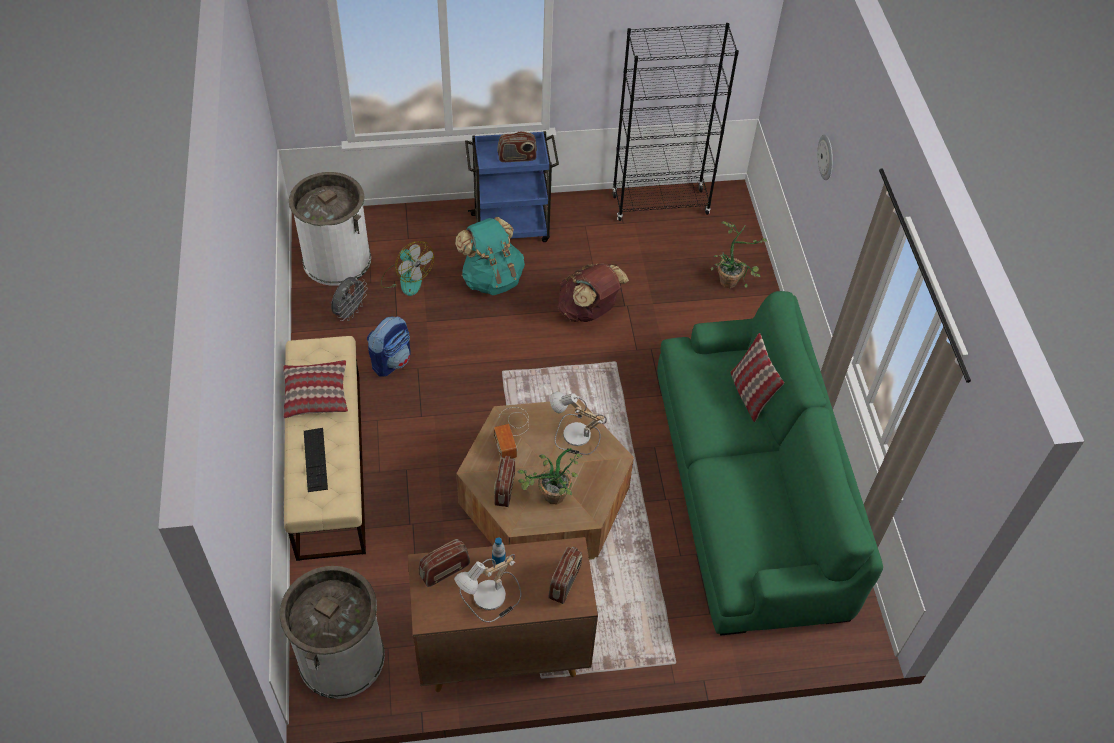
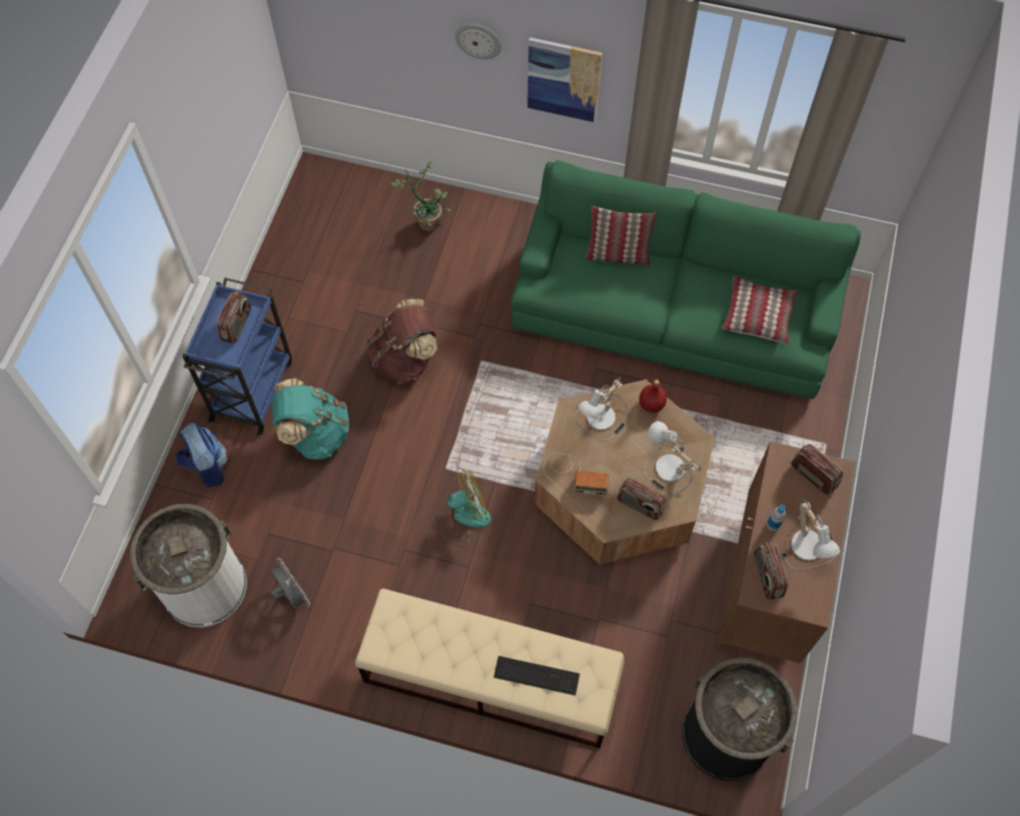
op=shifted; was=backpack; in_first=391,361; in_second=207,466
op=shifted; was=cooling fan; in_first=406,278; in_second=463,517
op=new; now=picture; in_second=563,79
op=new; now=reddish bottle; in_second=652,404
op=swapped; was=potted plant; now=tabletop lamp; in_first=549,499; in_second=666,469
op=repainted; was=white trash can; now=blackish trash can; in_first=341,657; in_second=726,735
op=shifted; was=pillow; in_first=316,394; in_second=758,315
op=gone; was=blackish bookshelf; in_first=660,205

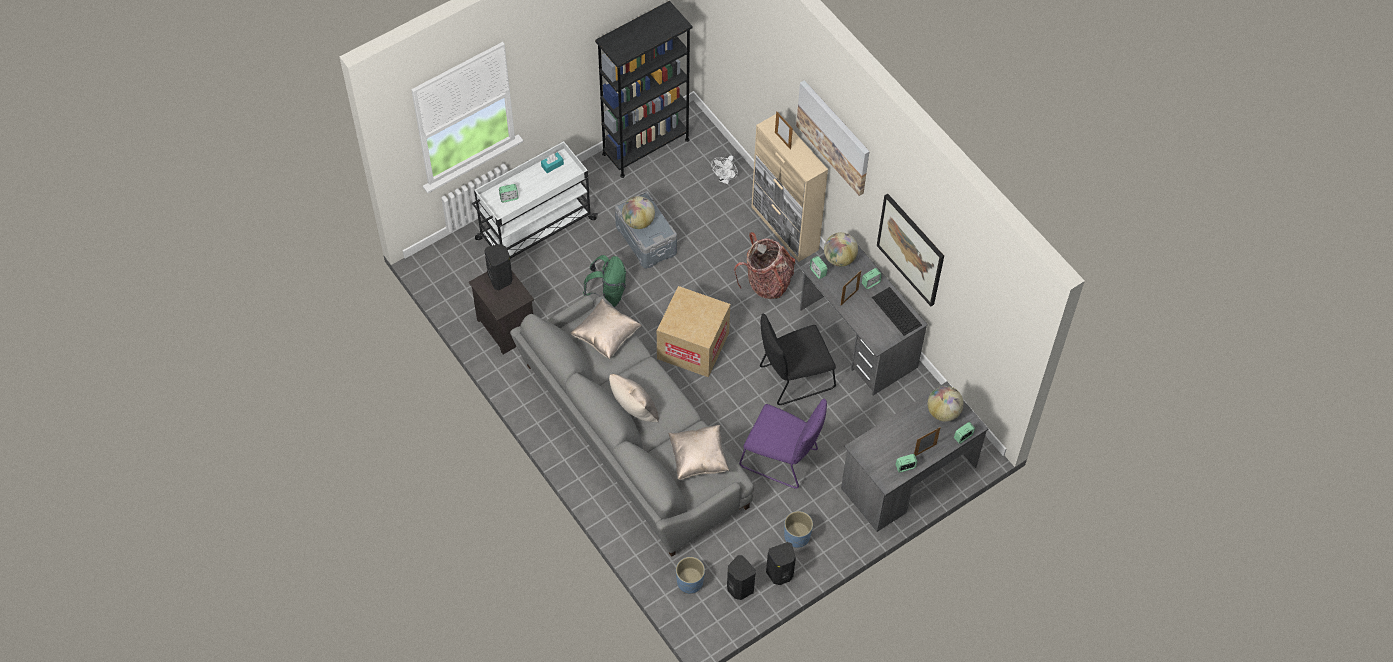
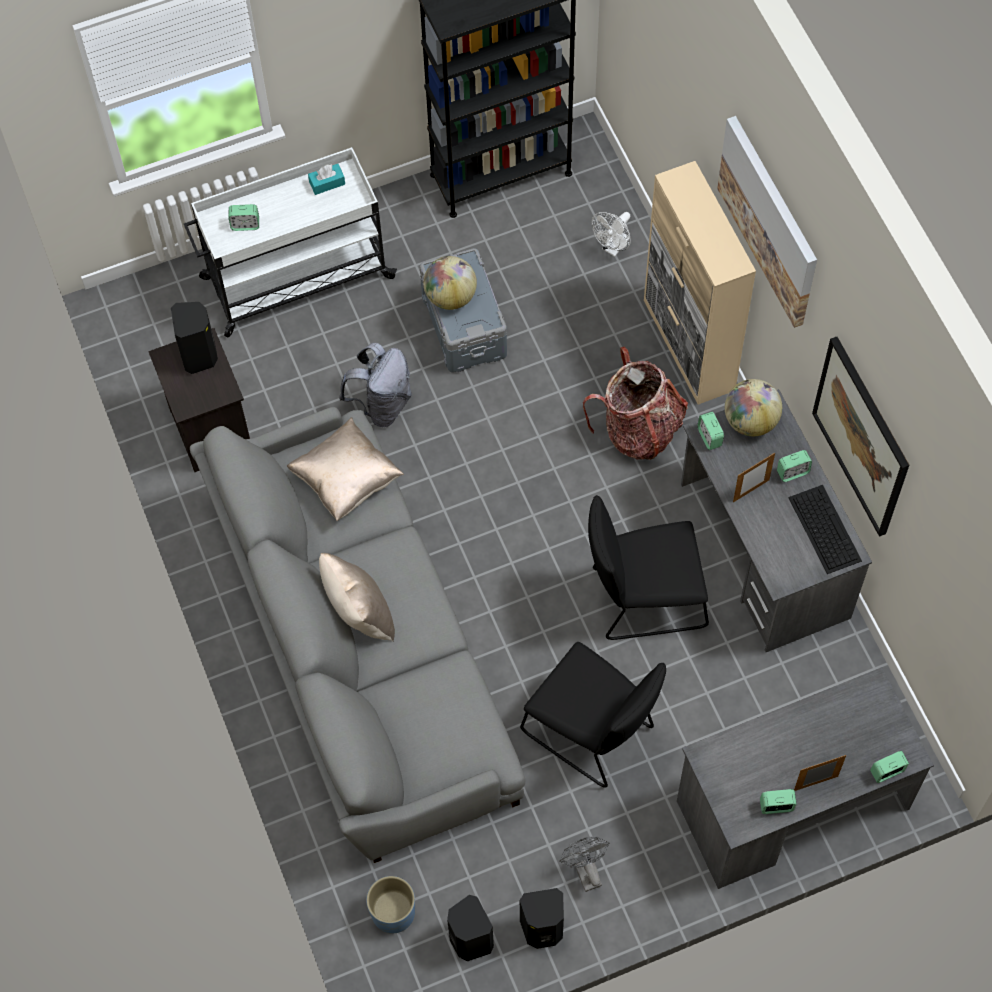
op=repainted; was=greenish backpack; now=greyish backpack; in_first=607,295; in_second=382,404
op=repainted; was=purplish plain chair; now=blackish plain chair; in_first=782,459; in_second=592,733
op=swapped; was=bluish flower pot; now=greyish cooling fan; in_first=797,536; in_second=585,870
op=gone; was=packing box; in_first=693,346
op=gone; was=sand-coloured pillow; in_first=698,459
op=gone; was=picture frame; in_first=782,141
op=gone; was=desk globe; in_first=943,412

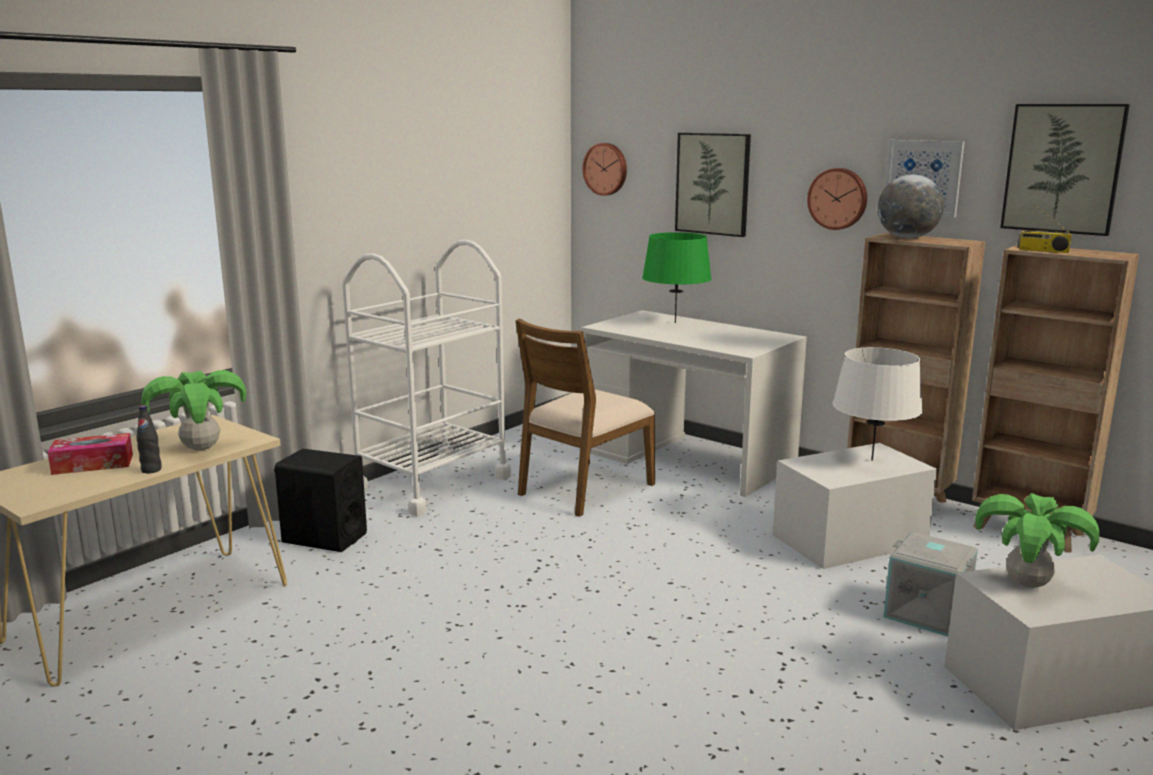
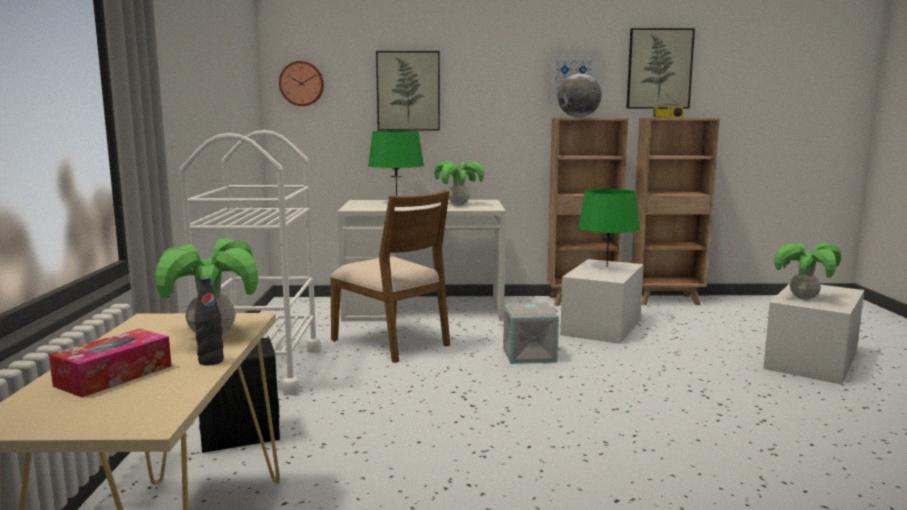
op=rotated; was=brown-coloured plain chair; in_first=584,488; in_second=392,342; clockwise=-45
op=new; now=potted plant; in_second=459,204
op=shifted; was=greyish storage container; in_first=928,612; in_second=529,354
op=repainted; was=white tabletop lamp; now=greenish tabletop lamp; in_first=871,460; in_second=606,266
op=gone; was=clock on the wall; in_first=838,198

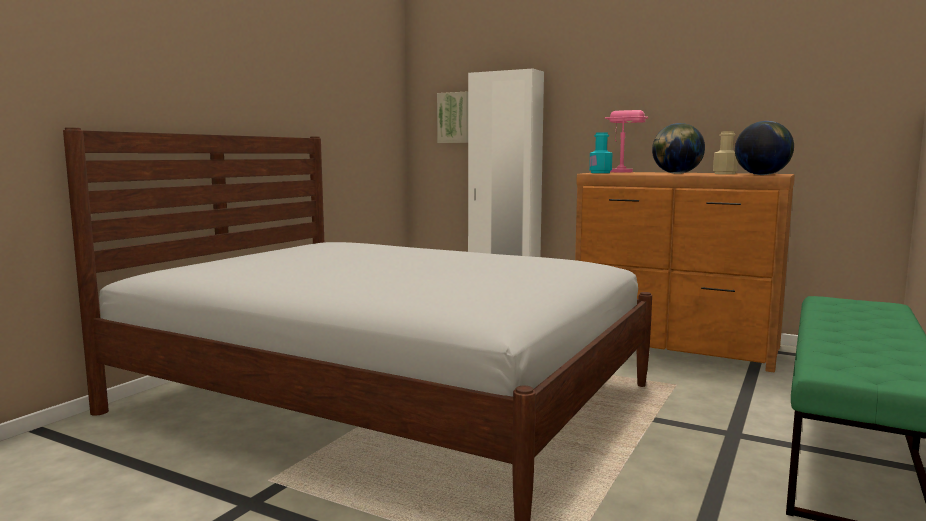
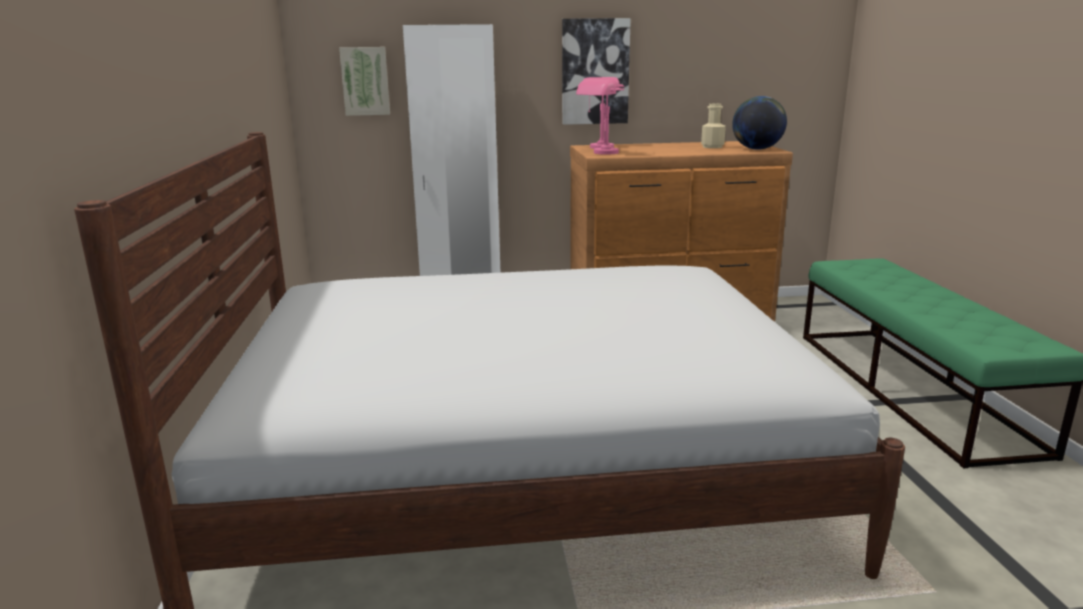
op=new; now=picture; in_second=595,72
op=swapped; was=turquoise bottle; now=pink tabletop lamp; in_first=600,173; in_second=600,153
op=gone; was=desk globe; in_first=676,173

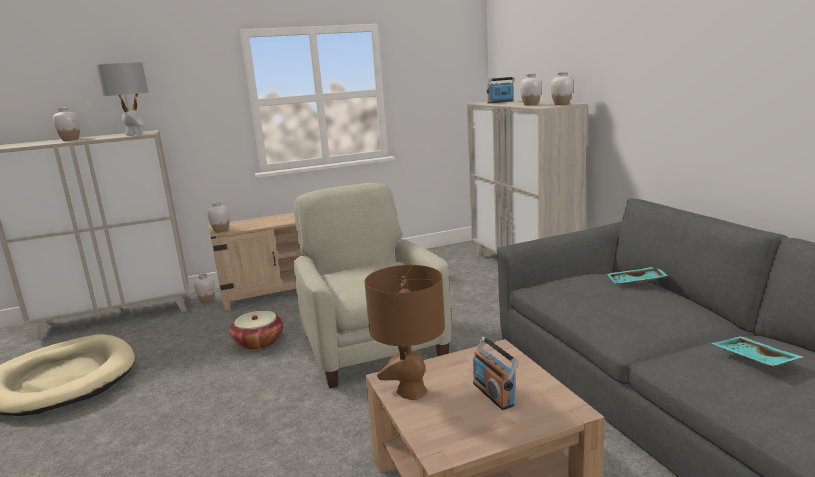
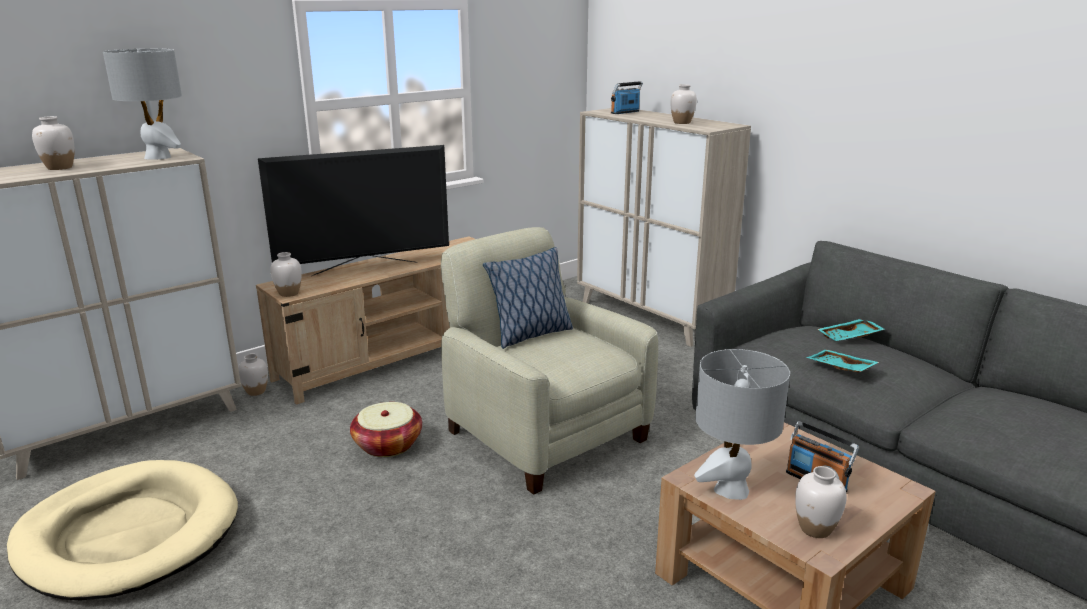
op=new; now=TV set; in_second=365,268
op=new; now=pillow; in_second=530,335
op=repainted; was=brown-coloured tabletop lamp; now=greyish tabletop lamp; in_first=411,391; in_second=731,490
op=shifted; was=white flower vase; in_first=561,104; in_second=815,529
op=shifted; was=turquoise serving tray; in_first=752,360; in_second=840,368

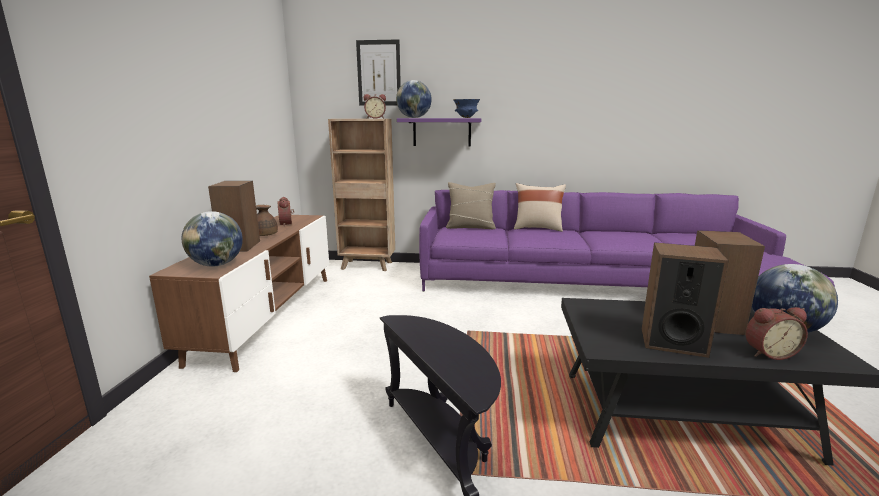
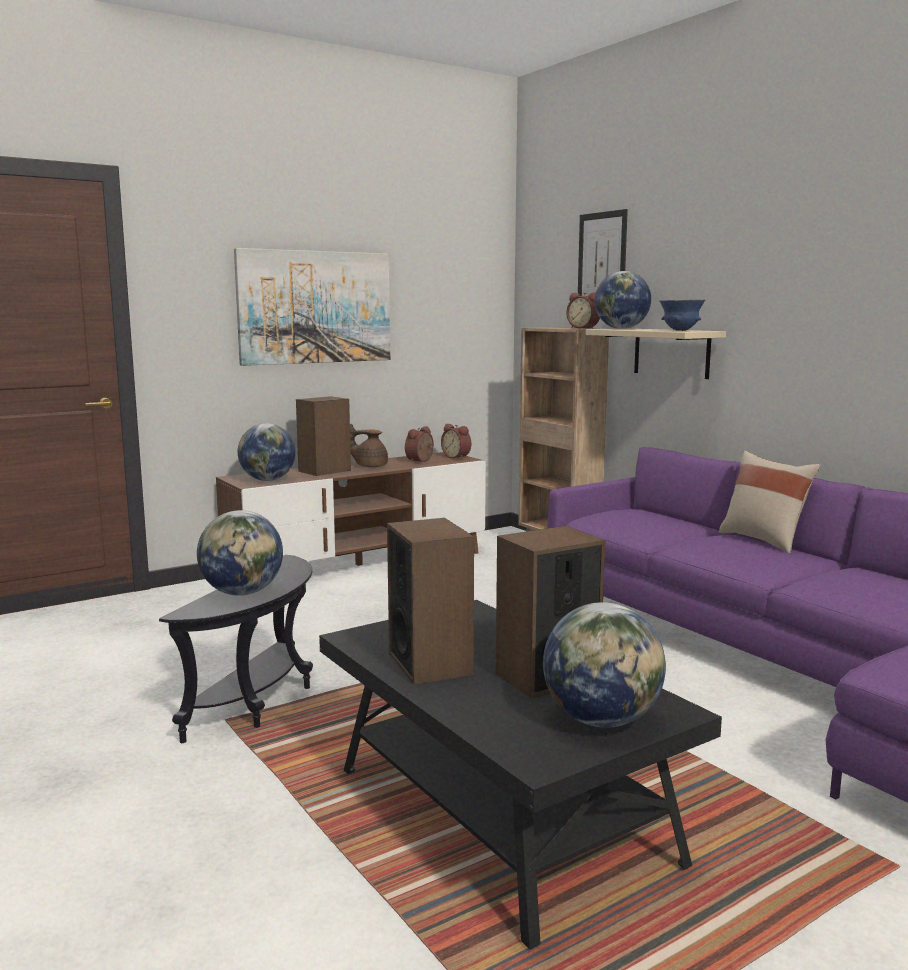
op=new; now=desk globe; in_second=242,593
op=new; now=picture; in_second=315,307
op=shifted; was=bedside clock; in_first=768,353; in_second=457,457
op=repainted; was=purplish wall shelf; now=sand-coloured wall shelf; in_first=442,132; in_second=671,352
op=gone; was=sand-coloured pillow; in_first=470,227

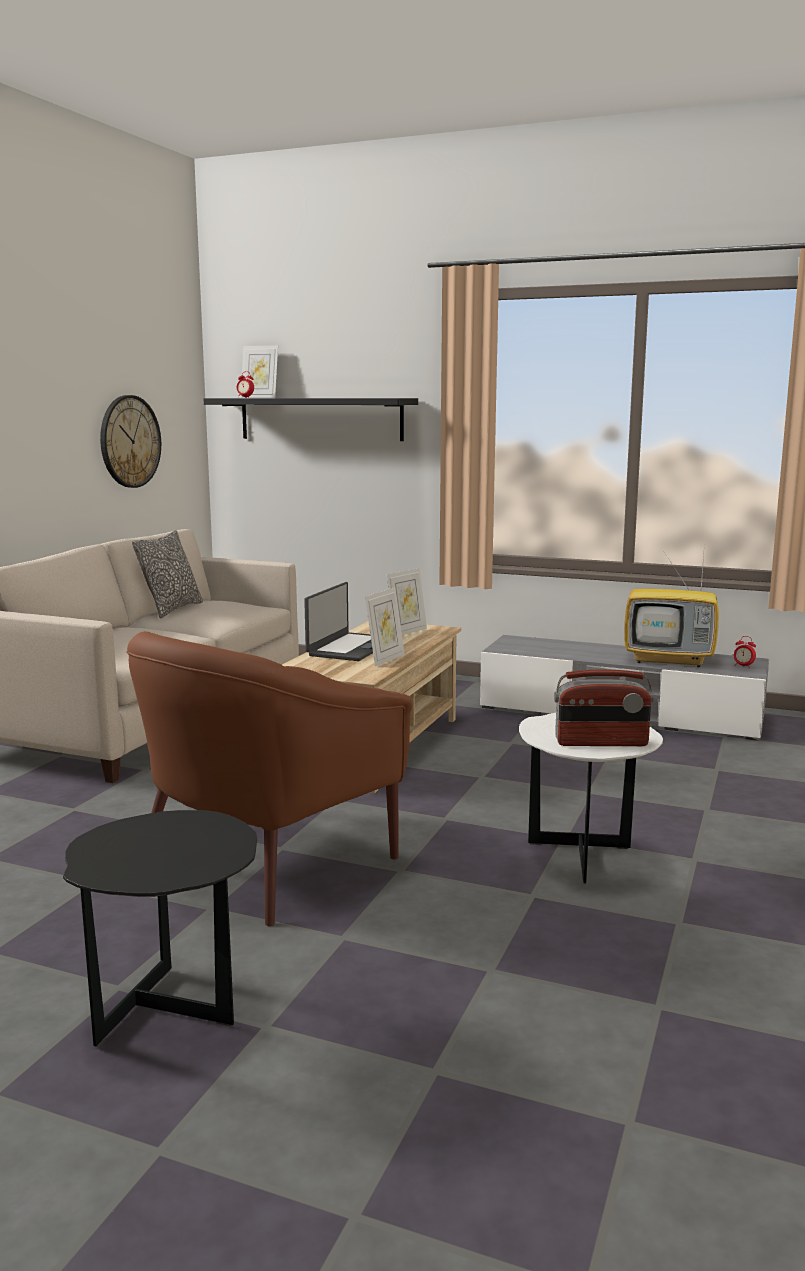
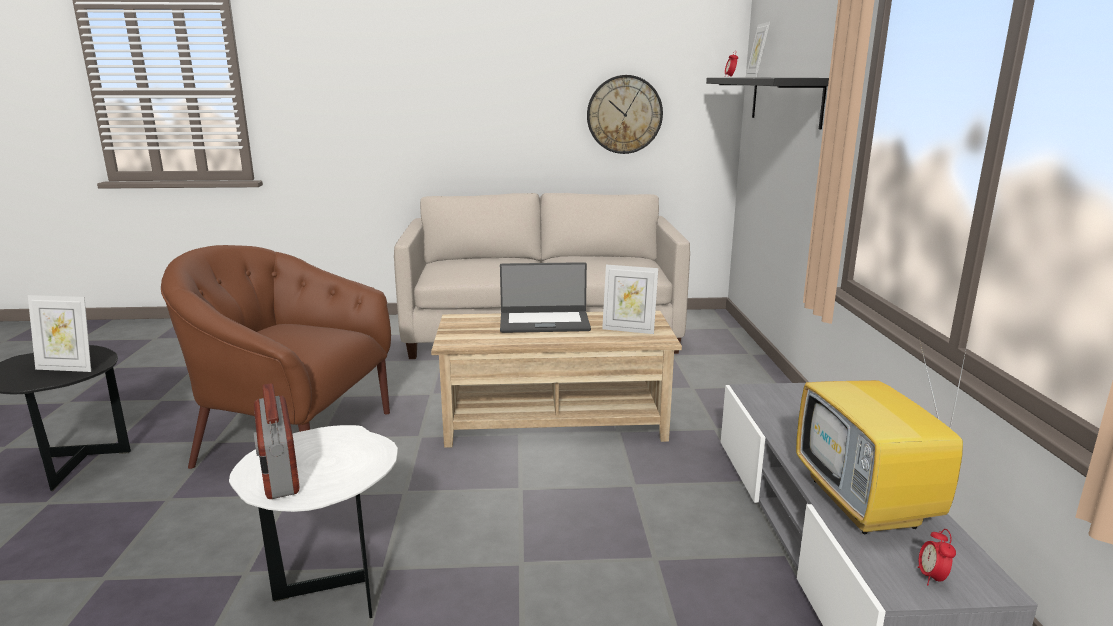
op=shifted; was=picture frame; in_first=385,659; in_second=67,368
op=gone; was=pillow; in_first=171,609

